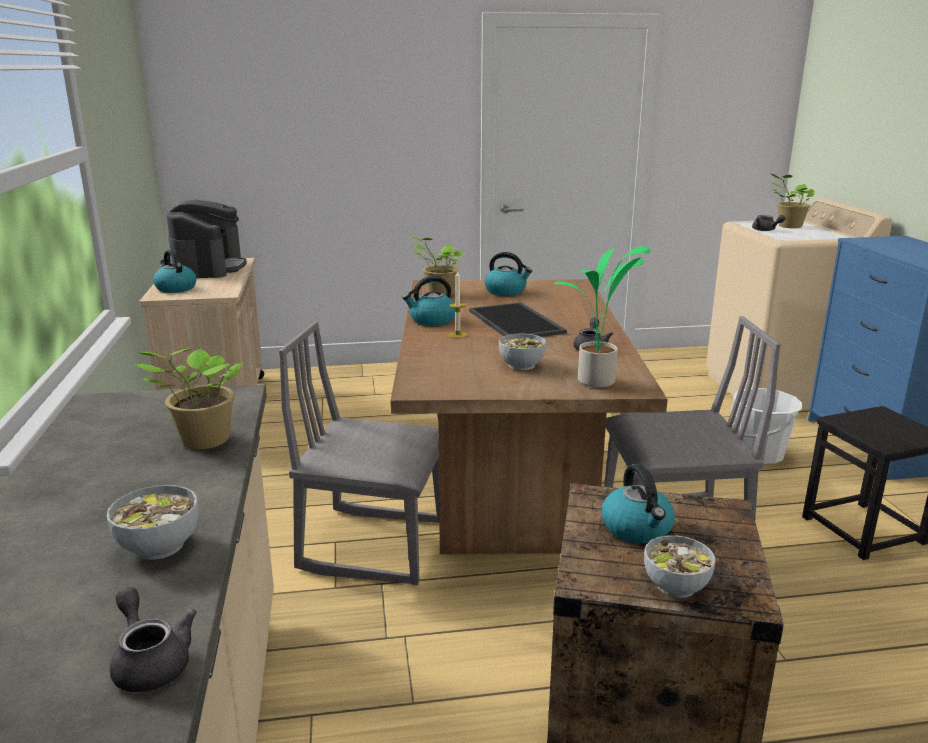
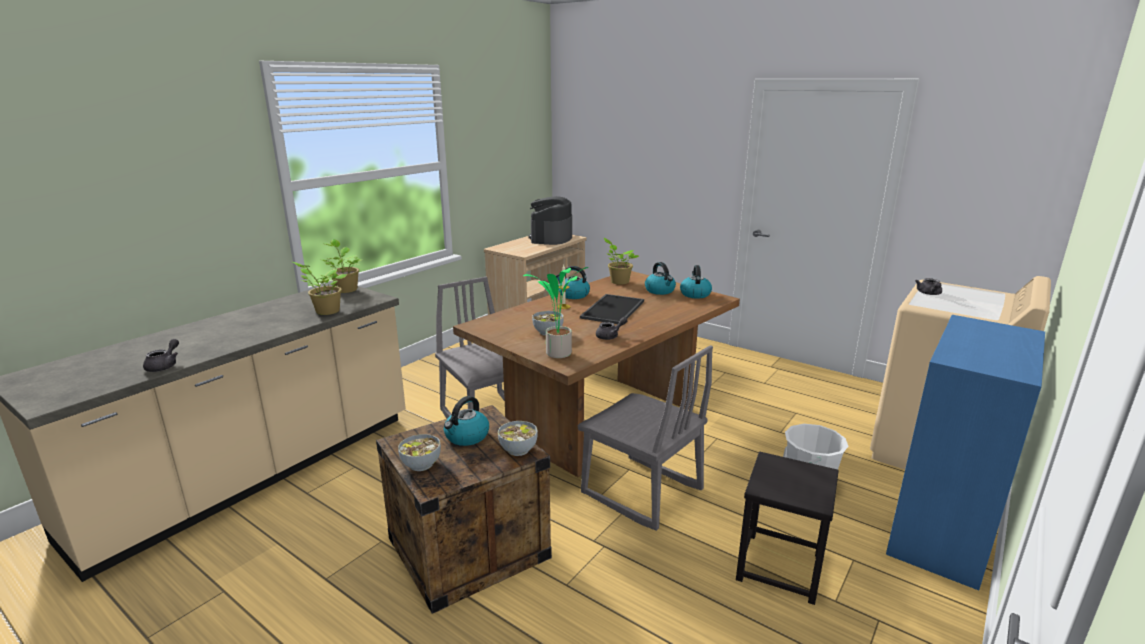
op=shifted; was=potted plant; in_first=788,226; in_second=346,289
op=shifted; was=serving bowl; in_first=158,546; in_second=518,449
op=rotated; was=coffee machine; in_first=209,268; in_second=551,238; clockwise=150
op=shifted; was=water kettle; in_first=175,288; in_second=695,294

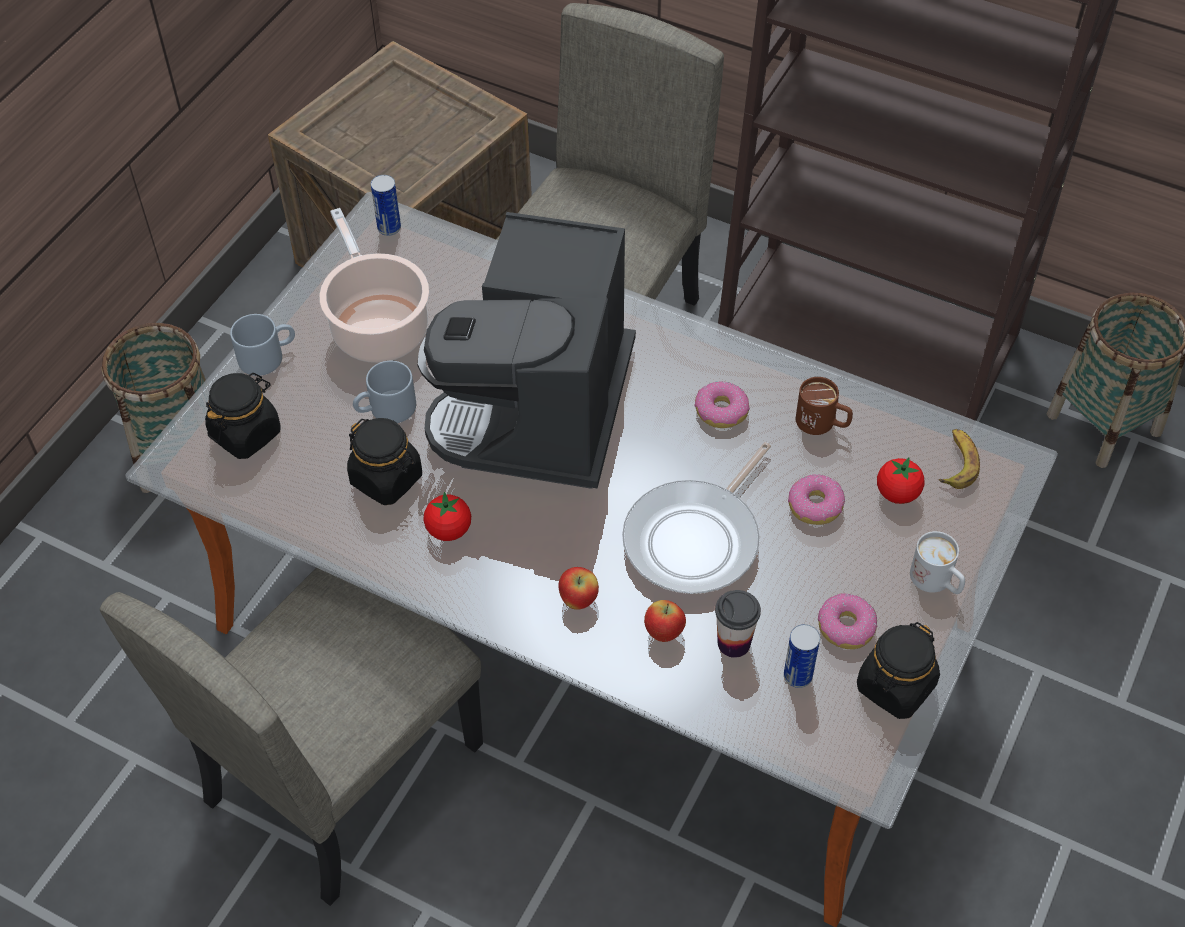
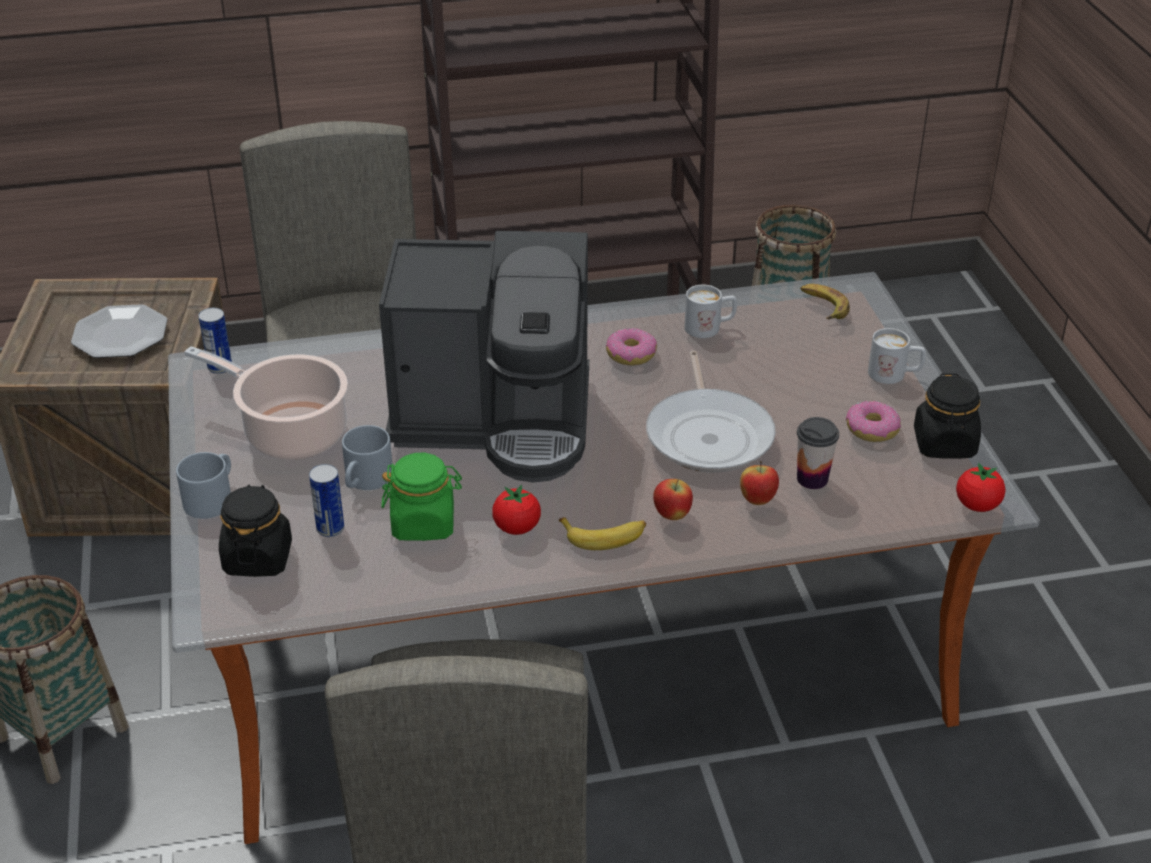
op=new; now=flat dish; in_second=120,334
op=shifted; was=metal can; in_first=798,676; in_second=330,529
op=rotated; was=coffee machine; in_first=541,412; in_second=497,420; clockwise=-60
op=repainted; was=blackish preserve jar; now=greenish preserve jar; in_first=387,479; in_second=424,523
op=new; now=whole banana; in_second=604,536
op=repainted; was=brown-coloured coffee mug; now=white coffee mug; in_first=823,423; in_second=710,327
op=shifted; was=fresh tomato; in_first=897,493; in_second=977,505
op=gone; was=doughnut; in_first=815,505

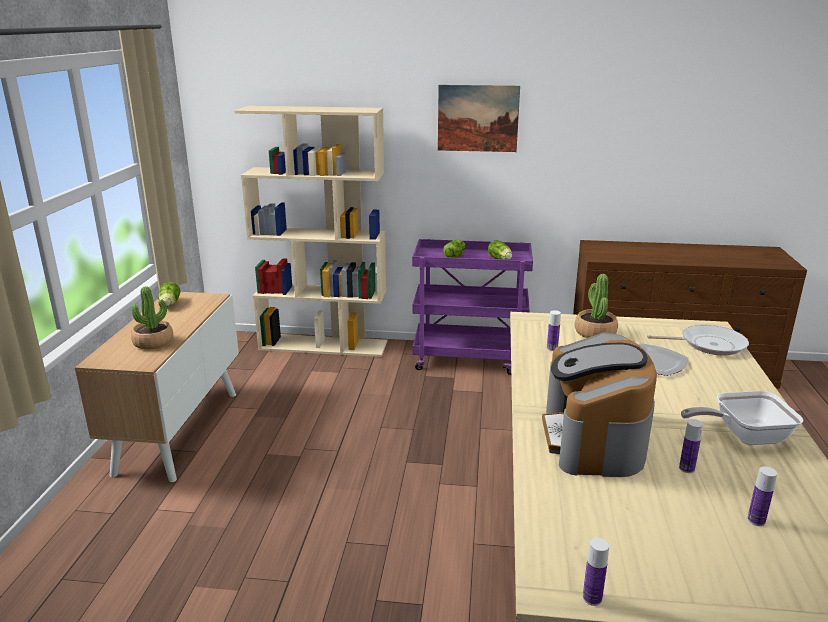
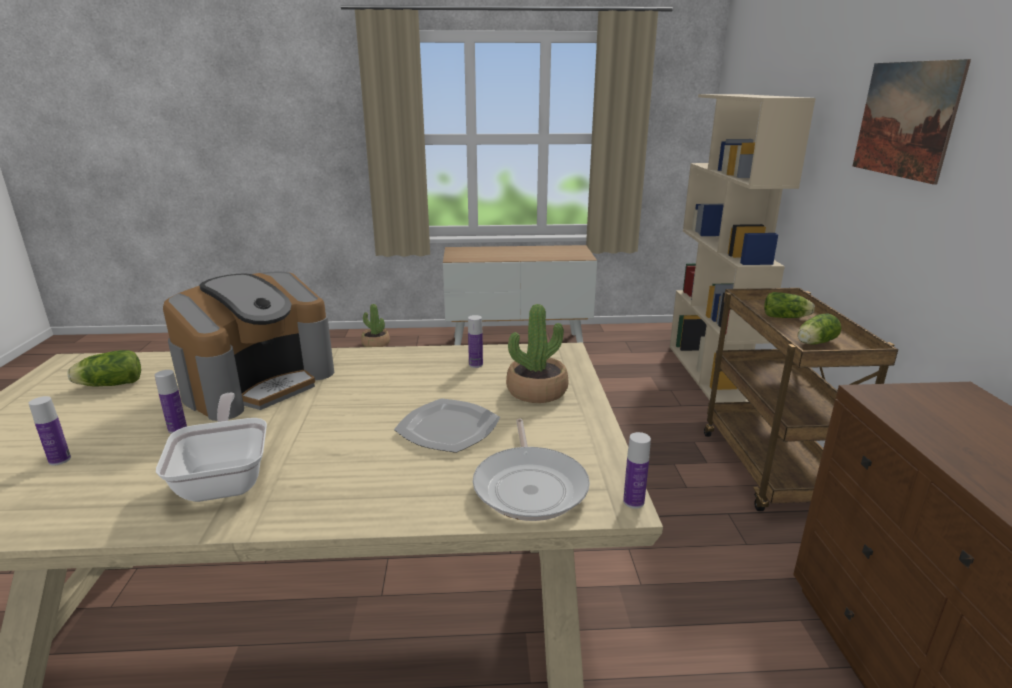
op=shifted; was=lettuce head; in_first=169,304; in_second=108,385
op=rotated; was=coffee machine; in_first=593,439; in_second=259,383; clockwise=135
op=shifted; was=potted plant; in_first=153,342; in_second=375,344
op=shifted; was=bottle; in_first=592,598; in_second=633,502
op=repainted; was=purplish cart; now=brown-coloured cart; in_first=470,359; in_second=771,471

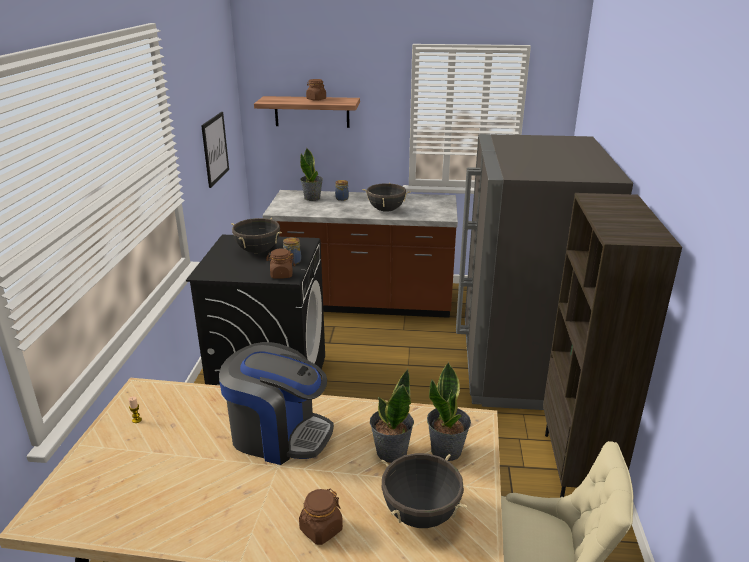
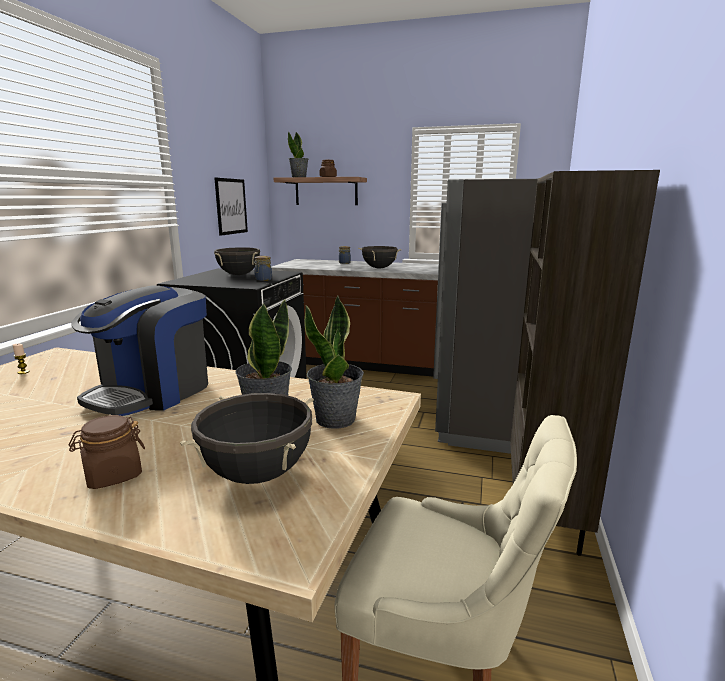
op=rotated; was=coffee machine; in_first=278,434; in_second=153,392; clockwise=90
op=shifted; was=potted plant; in_first=312,198; in_second=299,177
op=gone; was=brown-coloured preserve jar; in_first=281,275

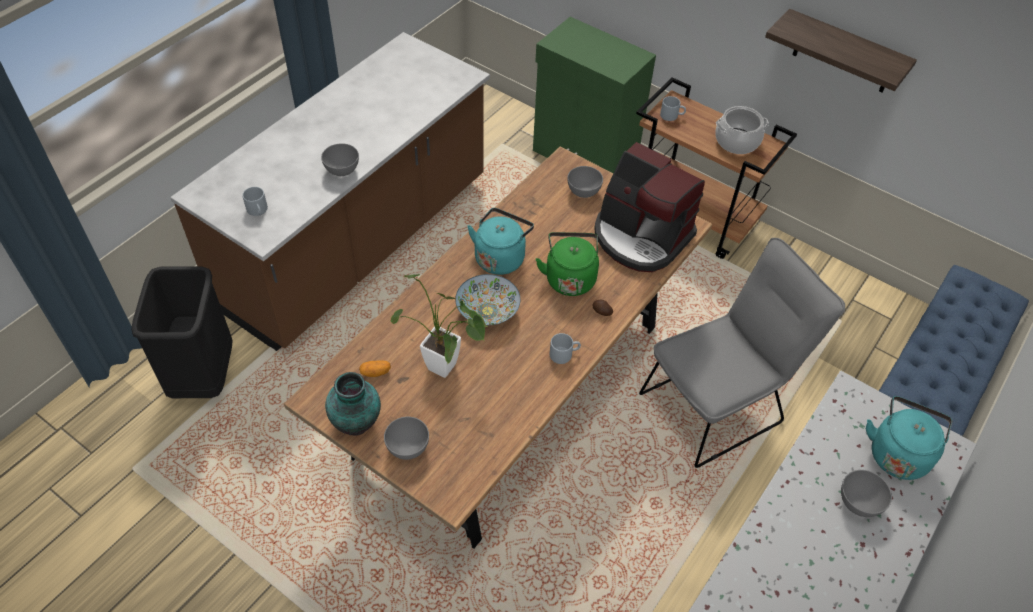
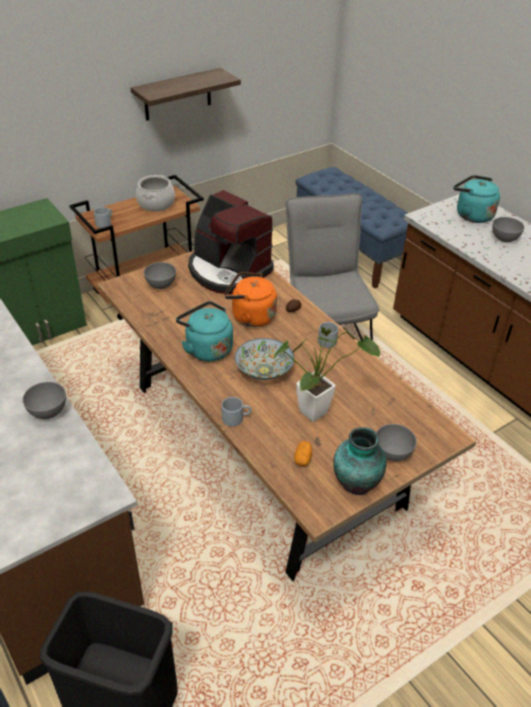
op=rotated; was=coffee machine; in_first=641,237; in_second=228,270; clockwise=75
op=shifted; was=greyish coffee mug; in_first=258,210; in_second=236,418
op=repainted; was=greenish water kettle; now=orange-coloured water kettle; in_first=569,277; in_second=250,316

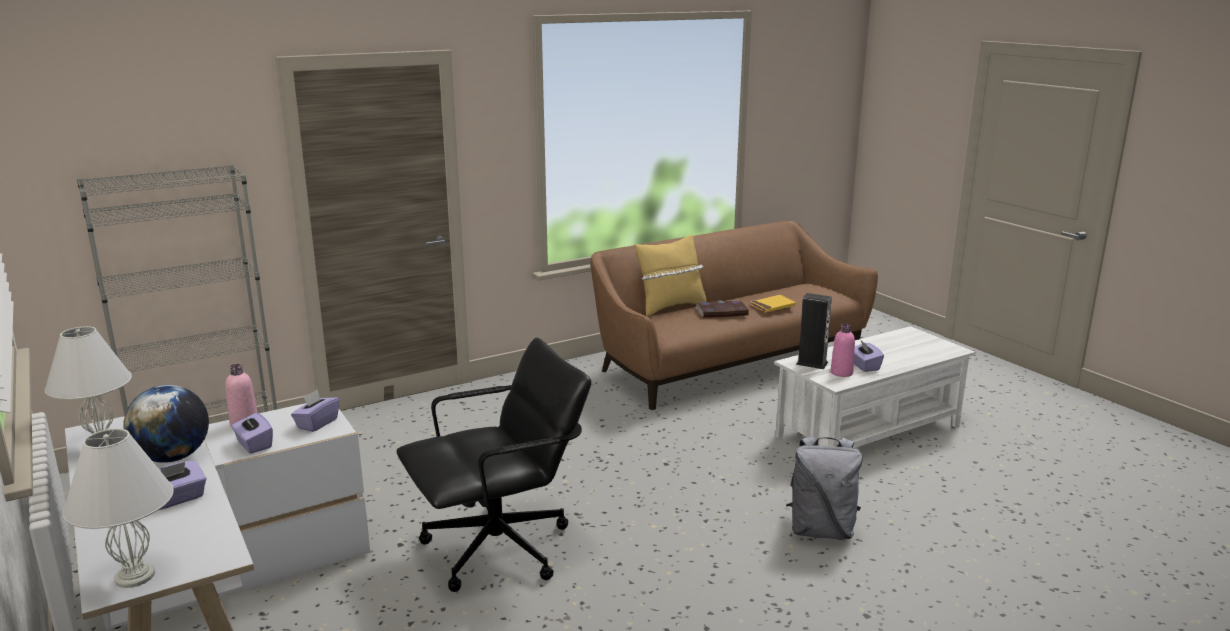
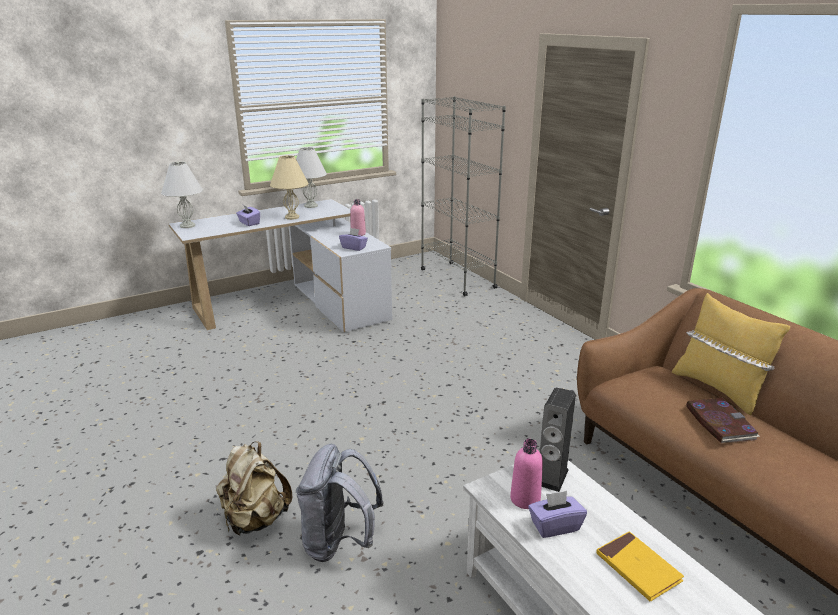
op=new; now=sand-coloured backpack; in_second=255,519
op=swapped; was=desk globe; now=sand-coloured tabletop lamp; in_first=173,457; in_second=291,217
op=shifted; was=yellow volume; in_first=773,306; in_second=638,568
op=gone; was=purplish box of tissues; in_first=254,445
op=gone; was=blackish desk chair; in_first=499,549

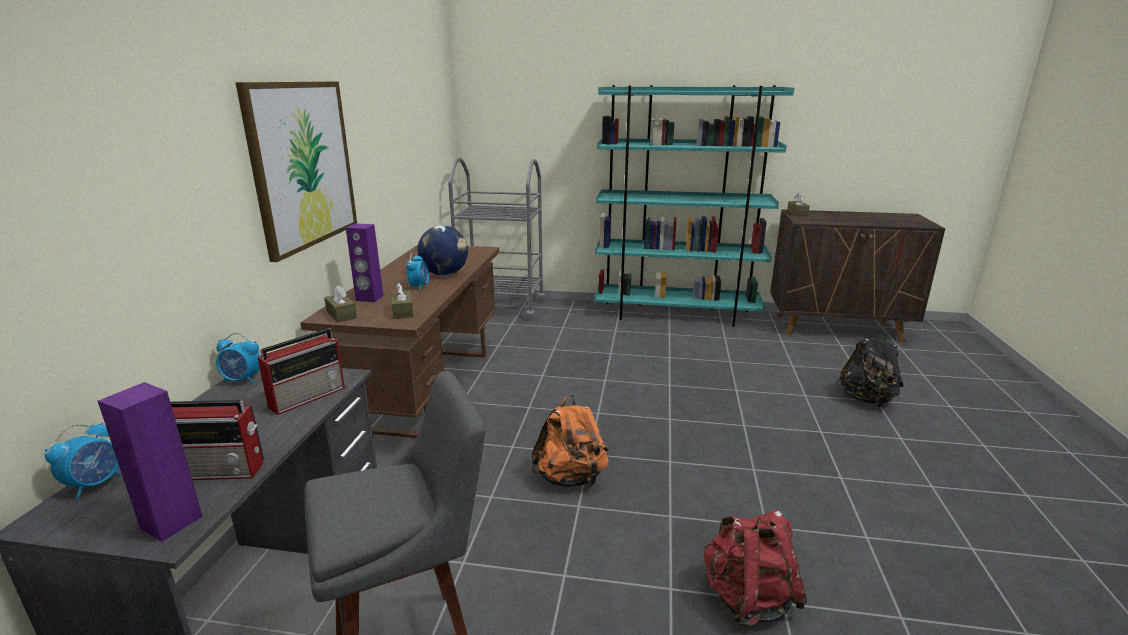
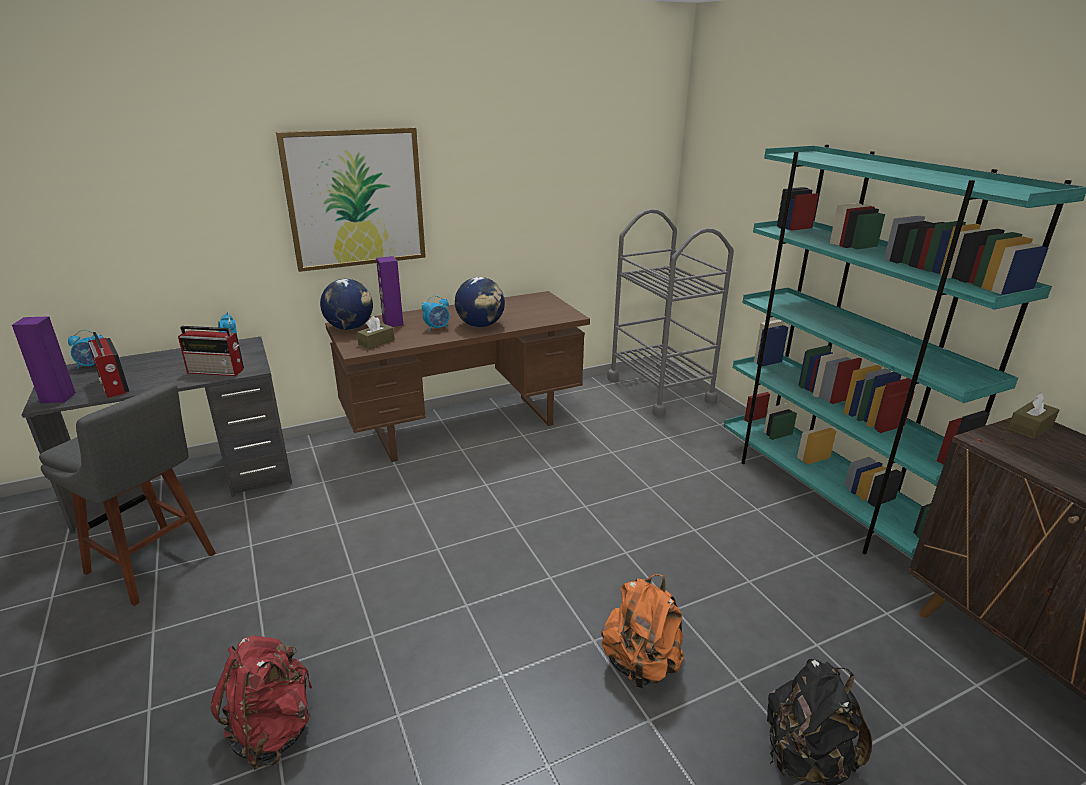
op=swapped; was=brown-coloured box of tissues; now=desk globe; in_first=341,314; in_second=350,328
op=shifted; was=orange-coloured backpack; in_first=570,478; in_second=641,664

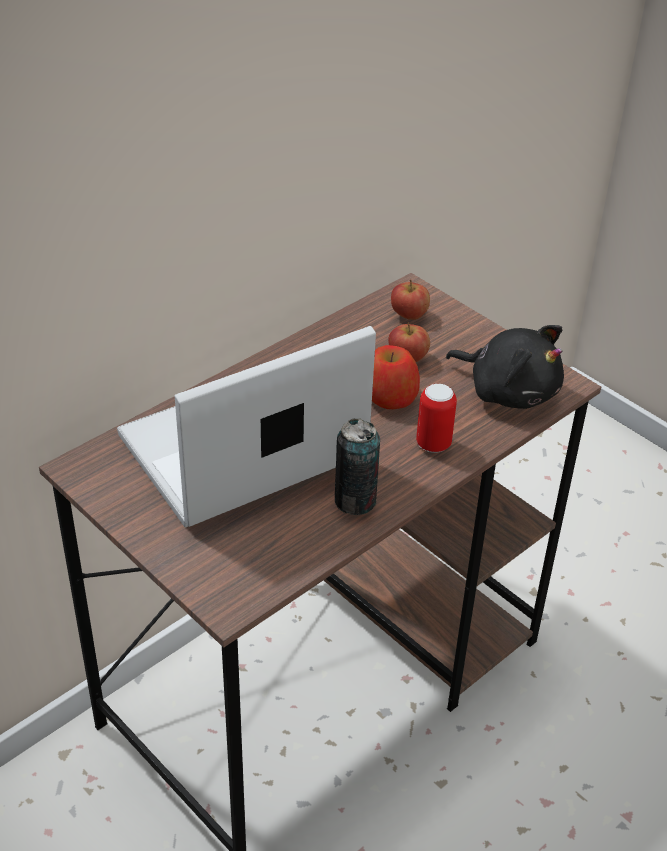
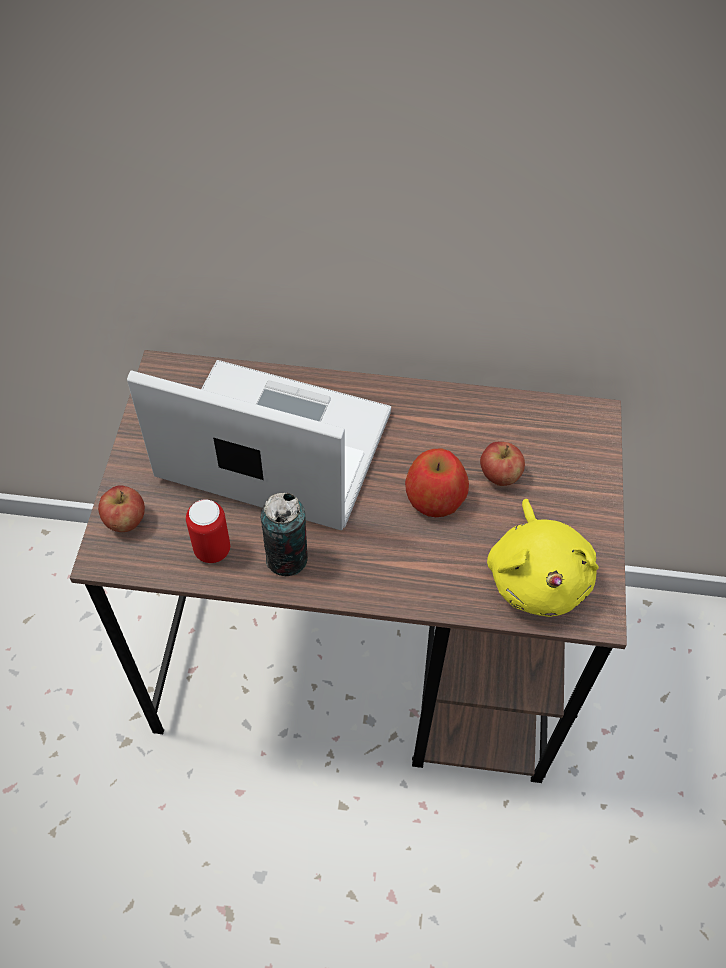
op=shifted; was=whole apple; in_first=409,315; in_second=125,521
op=shifted; was=metal can; in_first=433,444; in_second=212,550
op=repainted; was=blackish plush toy; now=yellow plush toy; in_first=509,391; in_second=537,576

